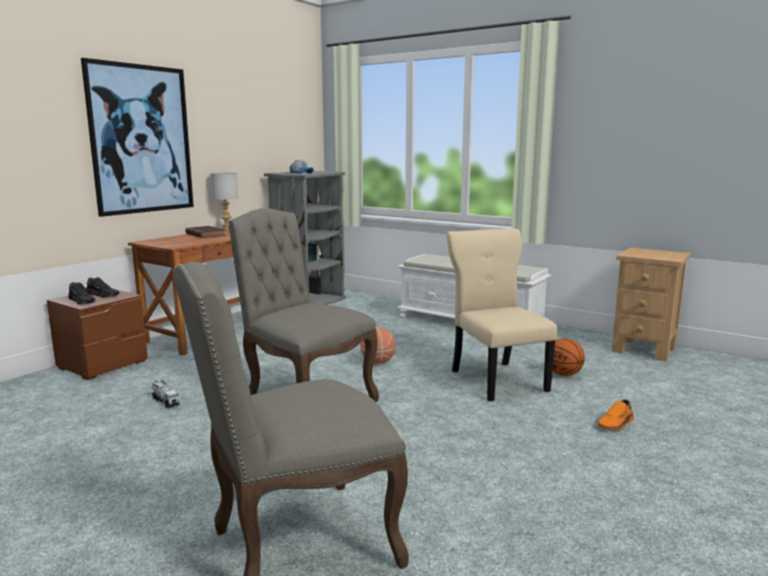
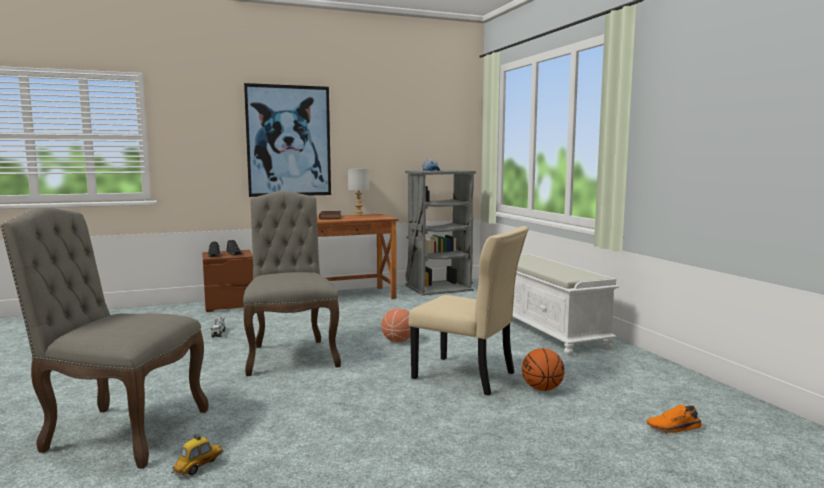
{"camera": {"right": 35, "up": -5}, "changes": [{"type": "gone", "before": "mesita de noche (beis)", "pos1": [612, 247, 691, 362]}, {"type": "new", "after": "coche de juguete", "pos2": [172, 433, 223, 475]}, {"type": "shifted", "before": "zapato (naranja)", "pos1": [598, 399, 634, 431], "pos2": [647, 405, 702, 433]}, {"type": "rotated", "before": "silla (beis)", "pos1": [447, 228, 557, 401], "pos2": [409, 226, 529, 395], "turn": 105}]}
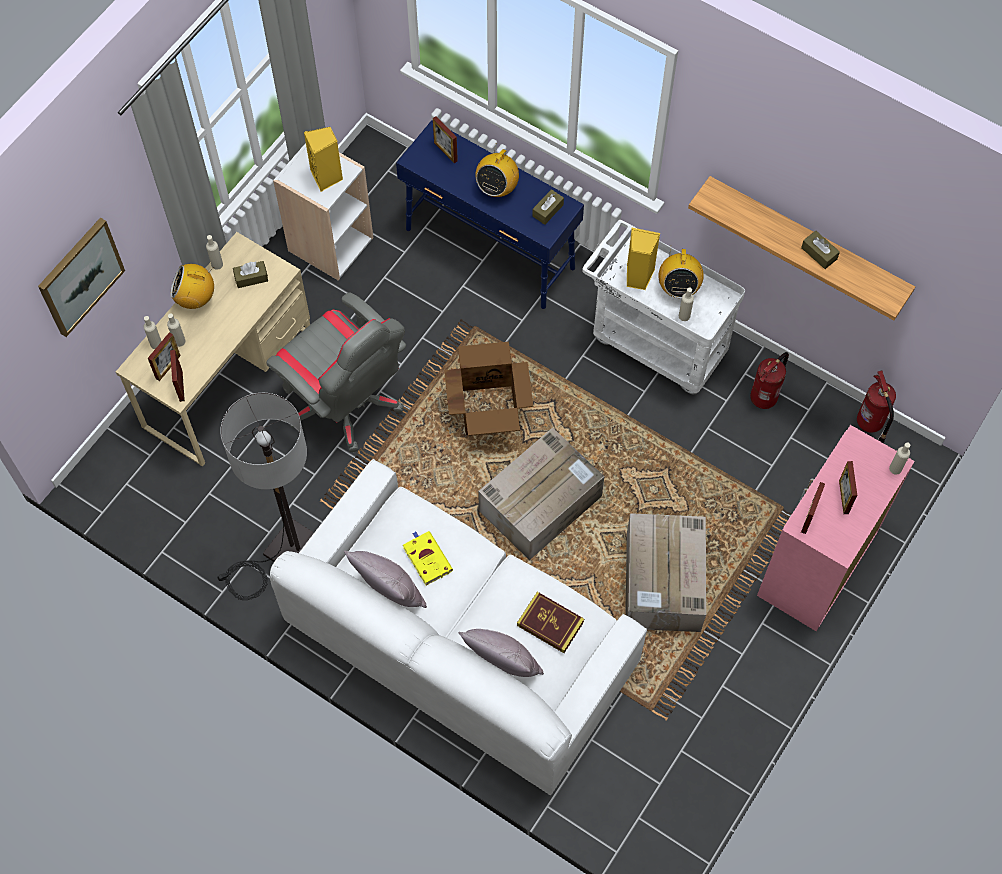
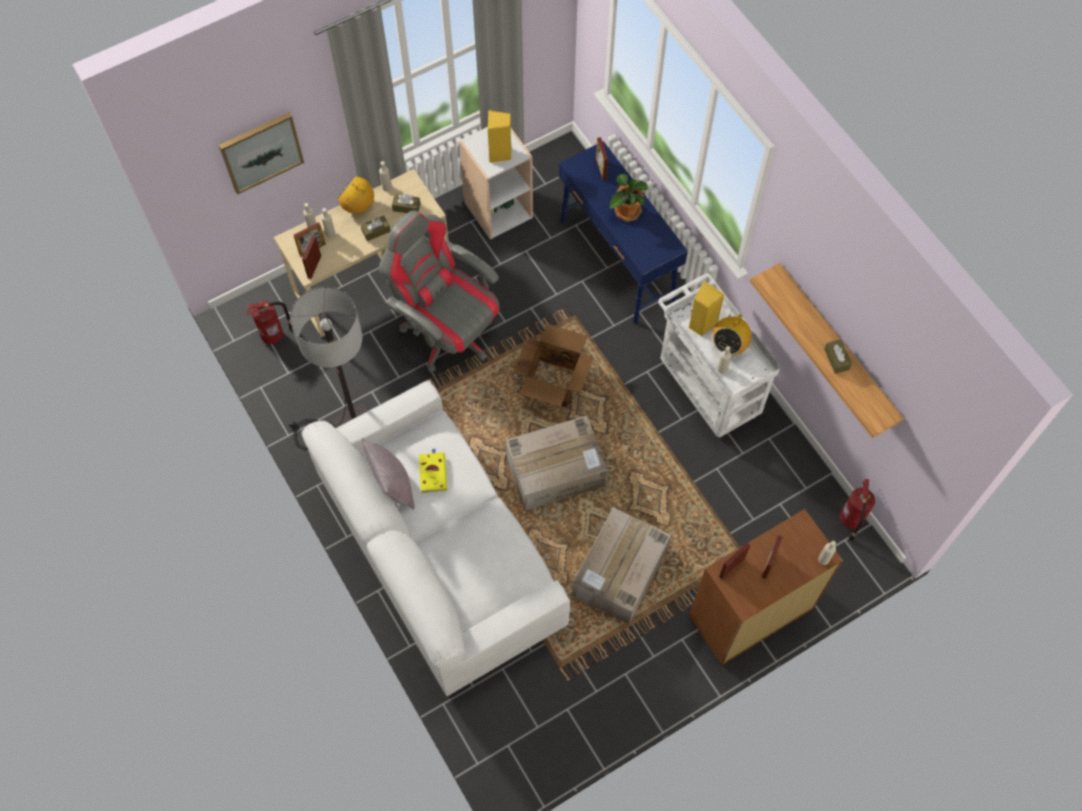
{"camera": {"right": 25, "up": 0}, "changes": [{"type": "gone", "before": "cojín (morado)", "pos1": [459, 629, 544, 677]}, {"type": "gone", "before": "libro", "pos1": [517, 592, 584, 653]}, {"type": "shifted", "before": "caja de pañuelos (marrón)", "pos1": [532, 189, 564, 225], "pos2": [361, 216, 391, 241]}, {"type": "shifted", "before": "extintor", "pos1": [750, 352, 789, 409], "pos2": [247, 301, 293, 344]}, {"type": "swapped", "before": "radio", "after": "planta en maceta", "pos1": [475, 143, 519, 197], "pos2": [610, 174, 649, 222]}, {"type": "repainted", "before": "armario (rosa)", "after": "armario (marrón)", "pos1": [757, 425, 915, 631], "pos2": [689, 509, 843, 665]}, {"type": "rotated", "before": "silla de oficina (gris)", "pos1": [266, 293, 406, 452], "pos2": [379, 210, 500, 372], "turn": 150}]}
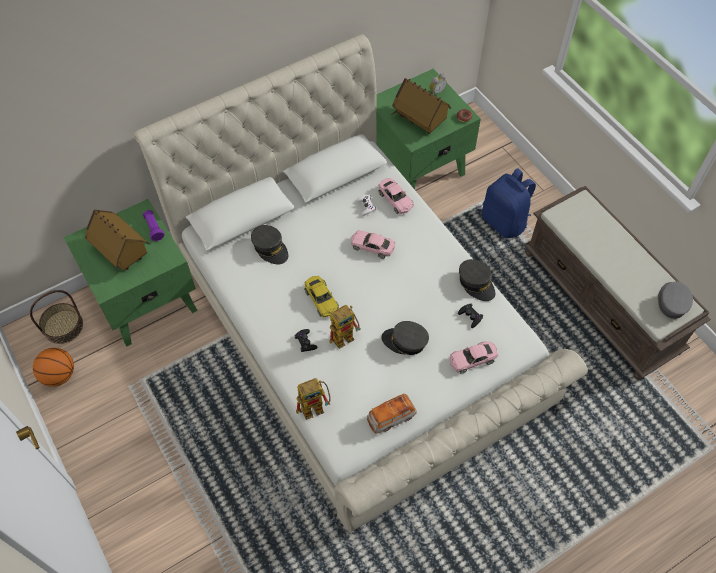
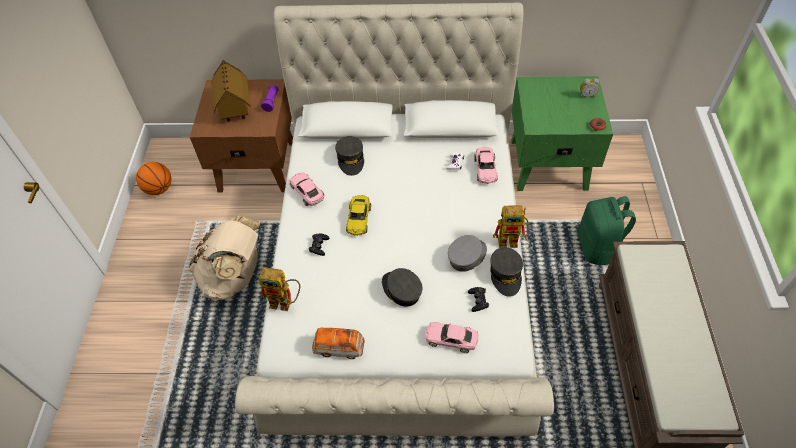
{"camera": {"right": 35, "up": -5}, "changes": [{"type": "gone", "before": "cesta", "pos1": [30, 290, 83, 344]}, {"type": "gone", "before": "casita", "pos1": [391, 78, 451, 134]}, {"type": "new", "after": "mochila (beis)", "pos2": [189, 216, 260, 300]}, {"type": "shifted", "before": "robot de juguete", "pos1": [329, 305, 361, 349], "pos2": [493, 205, 529, 248]}, {"type": "shifted", "before": "coche de juguete (rosa)", "pos1": [351, 230, 395, 259], "pos2": [289, 172, 324, 206]}, {"type": "shifted", "before": "gorra (gris)", "pos1": [658, 282, 693, 319], "pos2": [448, 235, 487, 272]}, {"type": "repainted", "before": "mesita de noche (verde)", "after": "mesita de noche (marrón)", "pos1": [63, 199, 198, 347], "pos2": [190, 79, 293, 192]}, {"type": "repainted", "before": "mochila (azul)", "after": "mochila (verde)", "pos1": [482, 168, 536, 238], "pos2": [578, 196, 636, 265]}]}
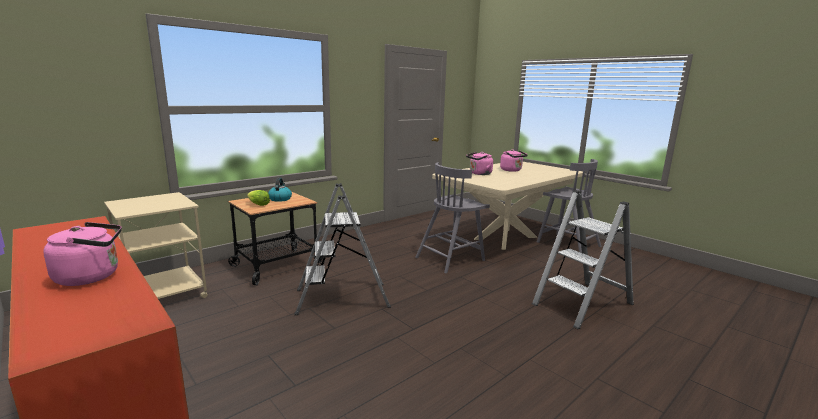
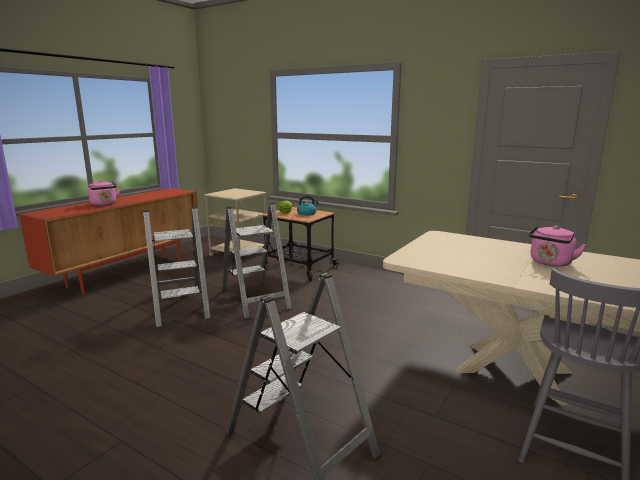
{"camera": {"right": 75, "up": 0}, "changes": [{"type": "gone", "before": "silla (gris)", "pos1": [415, 162, 490, 273]}, {"type": "gone", "before": "hervidor (rosa)", "pos1": [466, 152, 493, 175]}, {"type": "new", "after": "escalera de tijera (gris)", "pos2": [143, 206, 211, 328]}]}
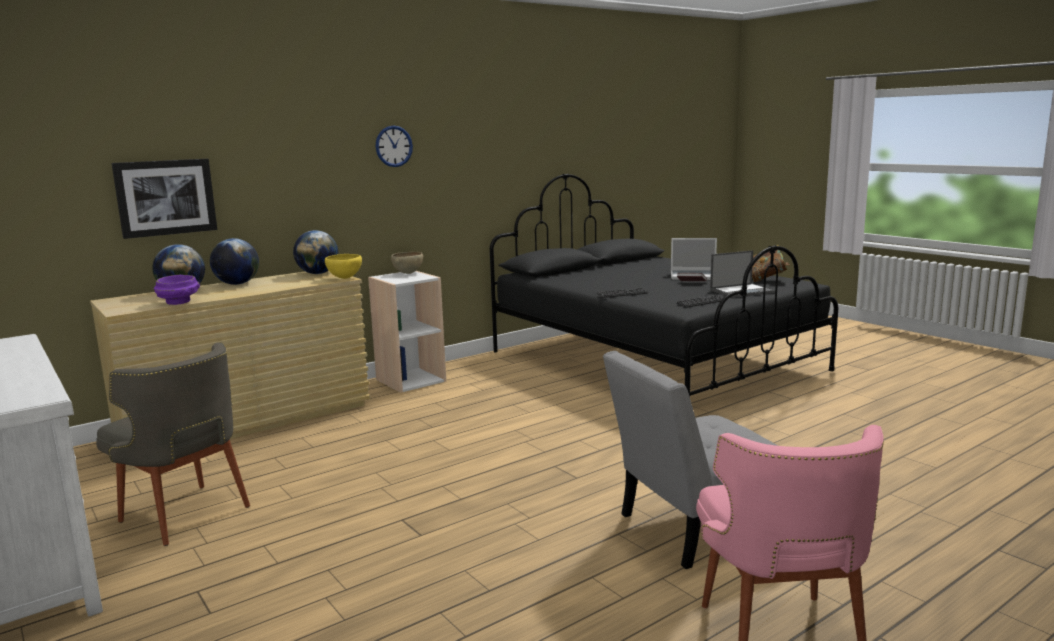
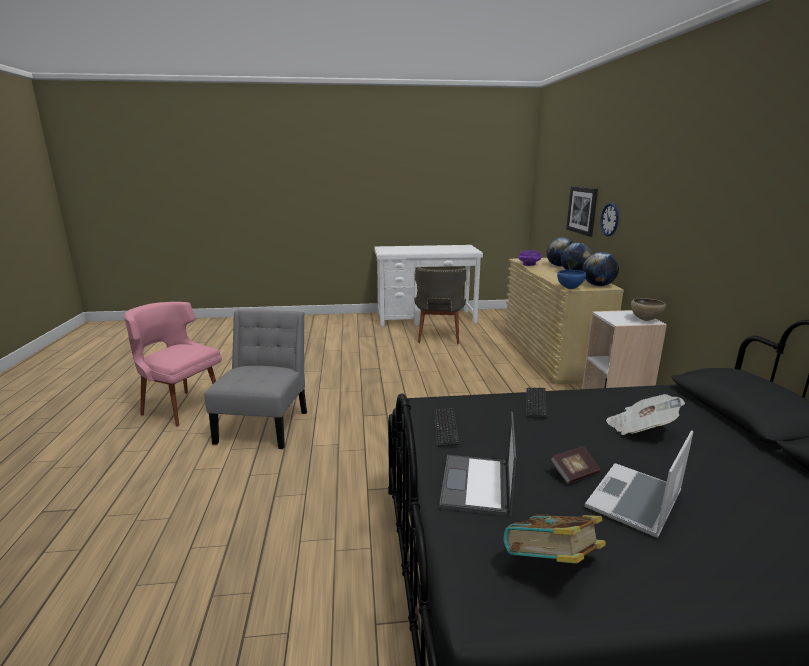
{"camera": {"right": 120, "up": 5}, "changes": [{"type": "new", "after": "periódico", "pos2": [606, 394, 685, 435]}, {"type": "shifted", "before": "reloj de pared", "pos1": [376, 126, 413, 167], "pos2": [601, 203, 619, 236]}, {"type": "repainted", "before": "cuenco (amarillo)", "after": "cuenco (azul)", "pos1": [325, 254, 362, 279], "pos2": [557, 270, 586, 289]}, {"type": "rotated", "before": "silla (gris)", "pos1": [96, 343, 250, 546], "pos2": [414, 267, 466, 344], "turn": -60}]}
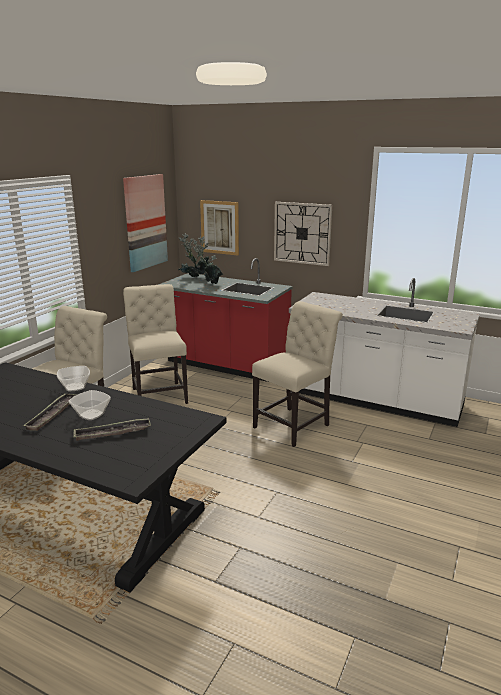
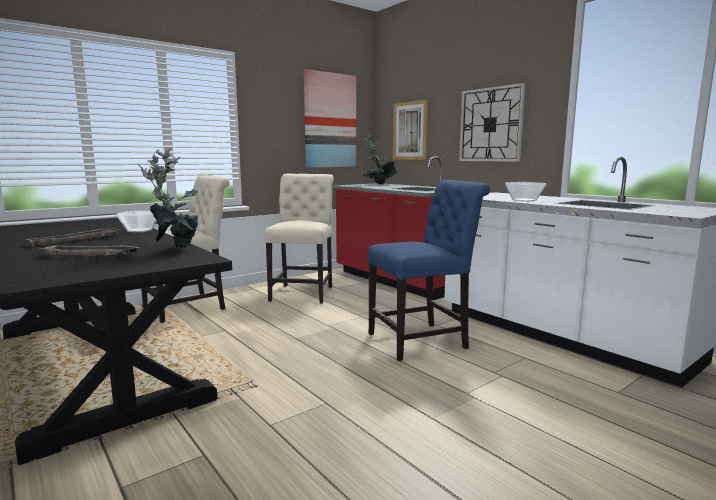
{"camera": {"right": 25, "up": -10}, "changes": [{"type": "shifted", "before": "cuenco", "pos1": [69, 390, 111, 420], "pos2": [505, 182, 546, 202]}, {"type": "shifted", "before": "planta en maceta", "pos1": [193, 236, 223, 284], "pos2": [138, 148, 198, 249]}, {"type": "repainted", "before": "silla (beis)", "after": "silla (azul)", "pos1": [252, 301, 343, 447], "pos2": [368, 179, 490, 361]}]}
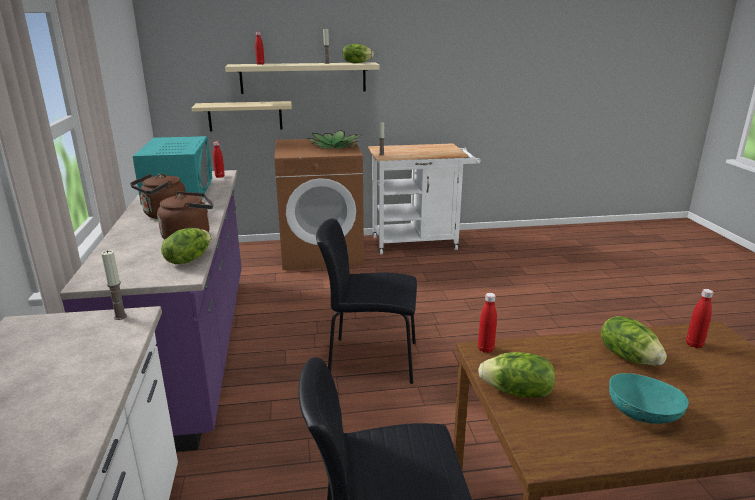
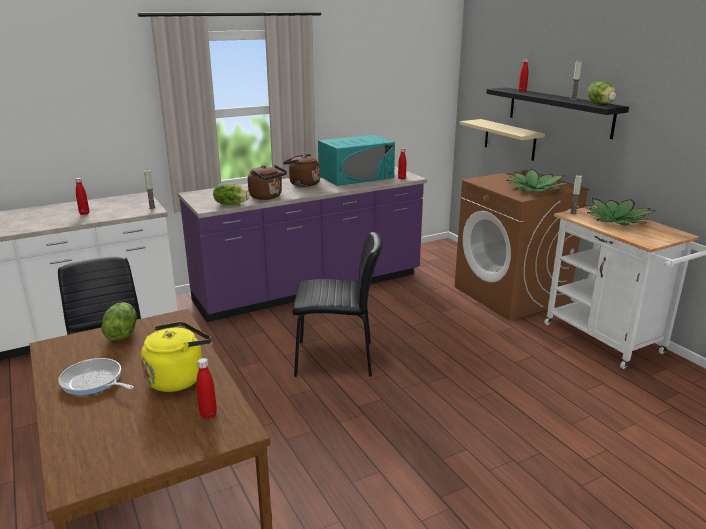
{"camera": {"right": 70, "up": 0}, "changes": [{"type": "new", "after": "planta en maceta", "pos2": [583, 198, 655, 226]}, {"type": "shifted", "before": "botella (rojo)", "pos1": [478, 293, 497, 353], "pos2": [75, 178, 89, 215]}, {"type": "swapped", "before": "lechuga", "after": "hervidor (amarillo)", "pos1": [601, 316, 667, 366], "pos2": [141, 321, 212, 392]}, {"type": "swapped", "before": "cuenco (turquesa)", "after": "sartén", "pos1": [609, 373, 689, 424], "pos2": [58, 358, 134, 395]}, {"type": "repainted", "before": "estante (beis)", "after": "estante (negro)", "pos1": [225, 62, 379, 94], "pos2": [486, 87, 629, 139]}, {"type": "rotated", "before": "silla (negro)", "pos1": [316, 219, 417, 384], "pos2": [292, 232, 383, 377], "turn": 105}]}
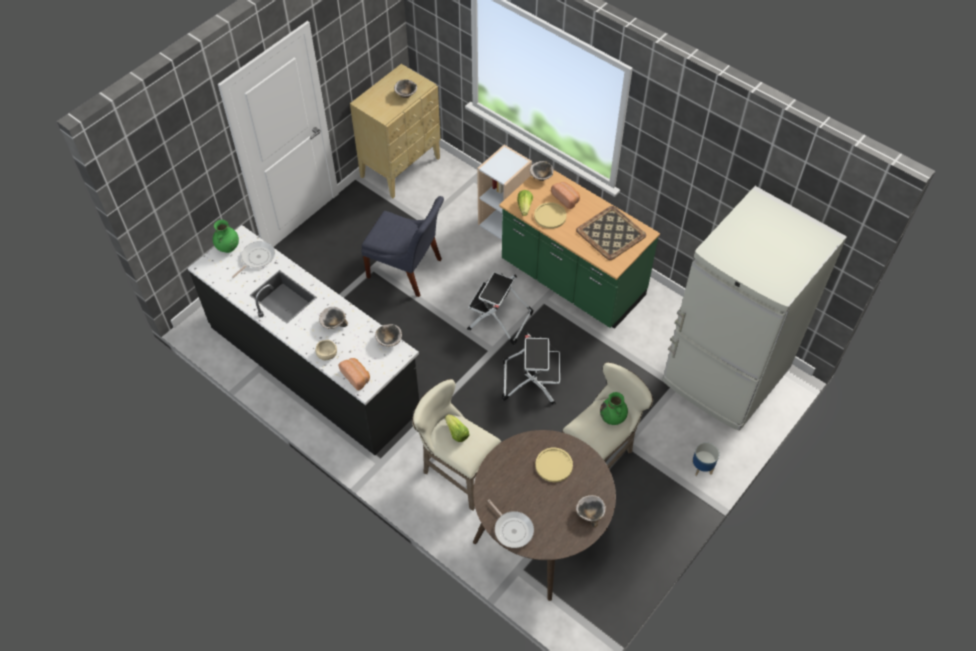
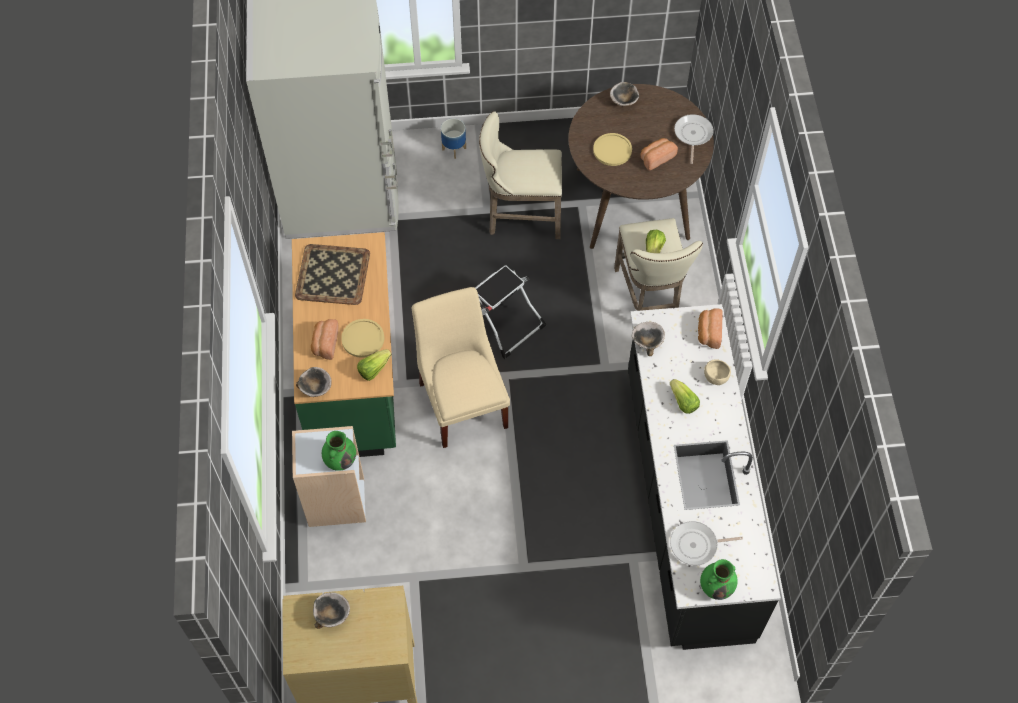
{"camera": {"right": -135, "up": 5}, "changes": [{"type": "gone", "before": "silla (azul)", "pos1": [361, 196, 444, 297]}, {"type": "new", "after": "pan", "pos2": [640, 138, 678, 170]}, {"type": "shifted", "before": "florero (verde)", "pos1": [600, 392, 628, 425], "pos2": [322, 431, 356, 471]}, {"type": "swapped", "before": "cuenco", "after": "lechuga", "pos1": [319, 307, 348, 329], "pos2": [670, 379, 700, 414]}, {"type": "swapped", "before": "escalera de tijera", "after": "silla (beis)", "pos1": [467, 272, 534, 345], "pos2": [412, 287, 510, 448]}]}
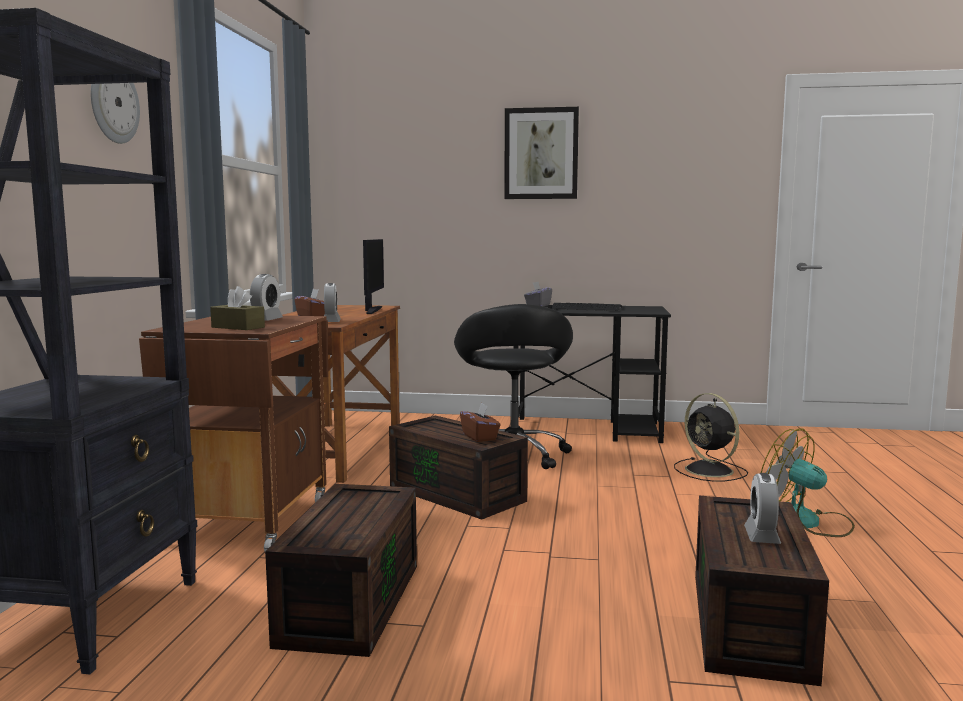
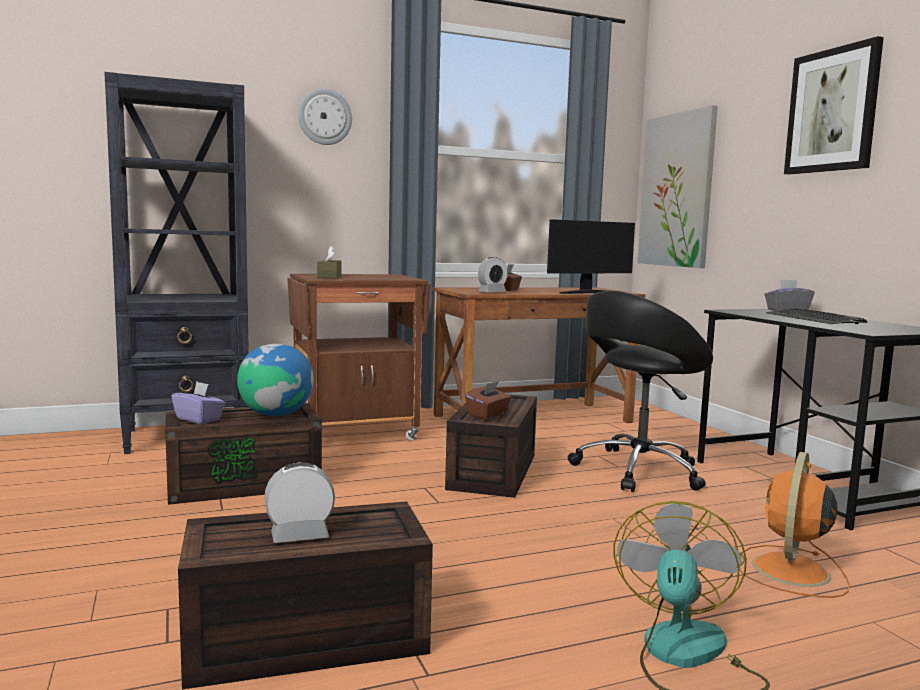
{"camera": {"right": 60, "up": 0}, "changes": [{"type": "gone", "before": "despertador", "pos1": [250, 274, 283, 321]}, {"type": "new", "after": "caja de pañuelos (morado)", "pos2": [171, 382, 225, 424]}, {"type": "new", "after": "globo terráqueo", "pos2": [237, 344, 314, 416]}, {"type": "new", "after": "cuadro", "pos2": [638, 105, 718, 268]}, {"type": "repainted", "before": "ventilador (negro)", "after": "ventilador (naranja)", "pos1": [674, 393, 748, 482], "pos2": [739, 452, 850, 598]}]}
